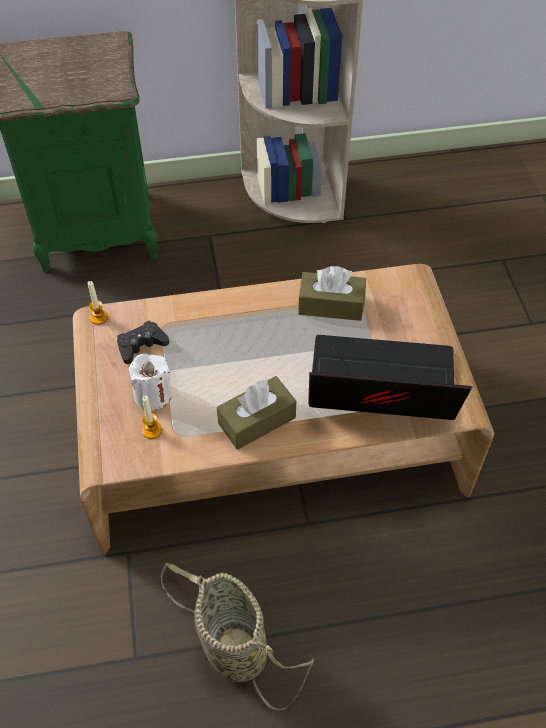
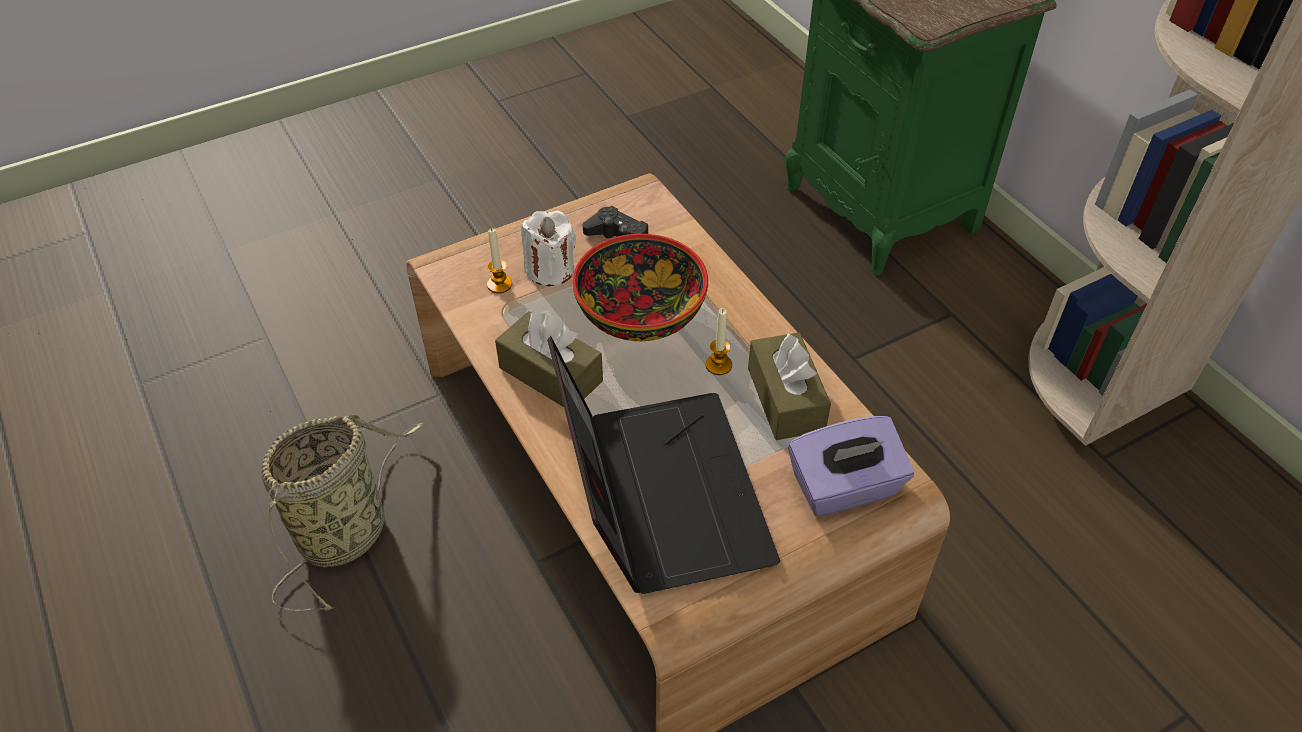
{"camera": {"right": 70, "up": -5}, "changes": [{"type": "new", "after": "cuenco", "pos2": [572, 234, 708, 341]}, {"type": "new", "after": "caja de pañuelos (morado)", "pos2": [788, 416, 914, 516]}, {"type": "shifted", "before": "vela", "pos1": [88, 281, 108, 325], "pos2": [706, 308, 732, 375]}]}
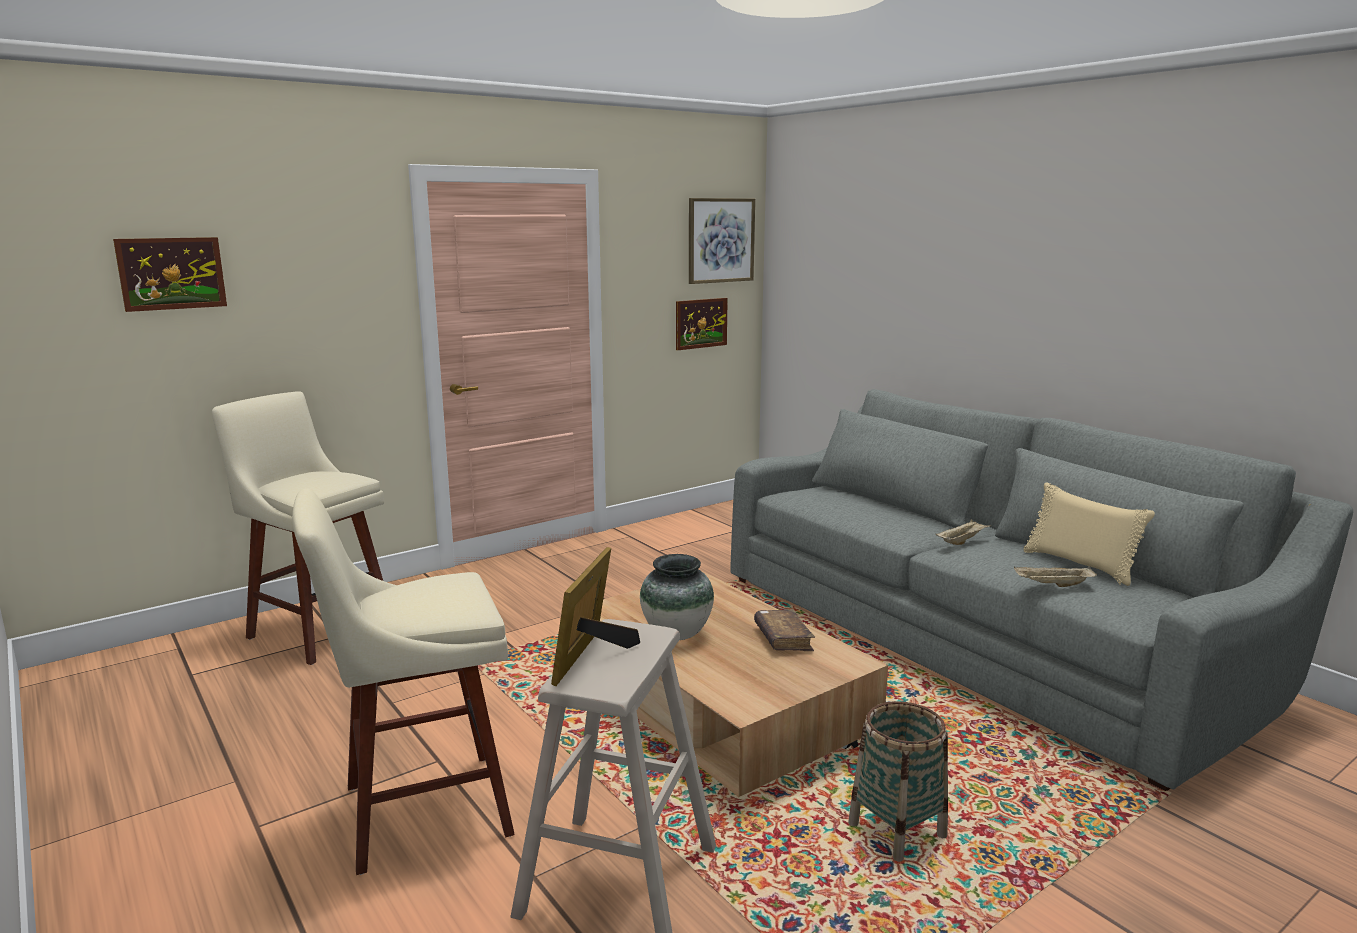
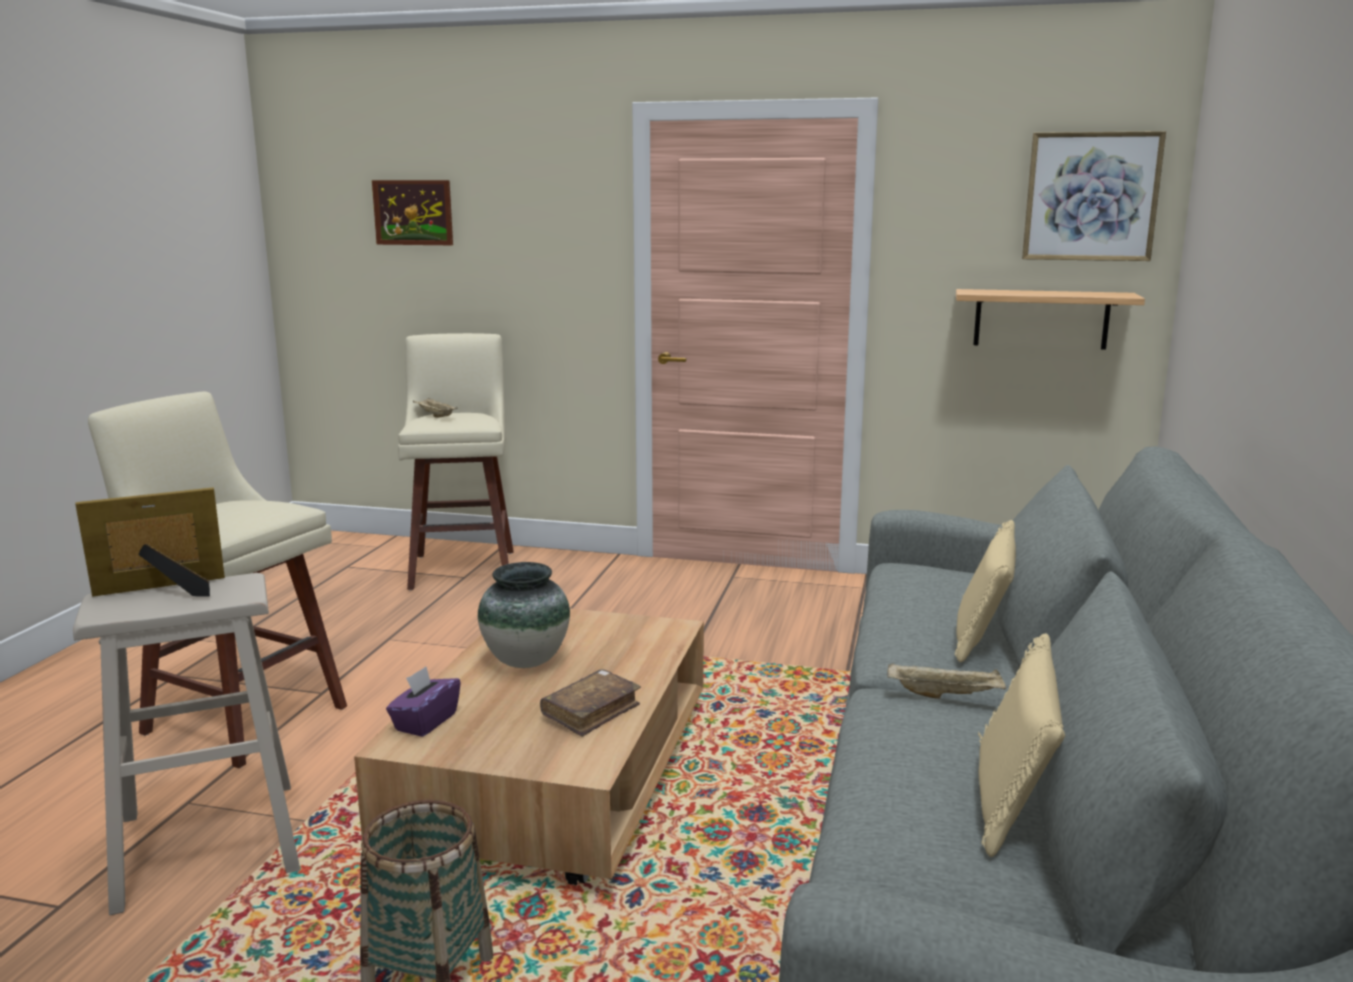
{"camera": {"right": 50, "up": 0}, "changes": [{"type": "new", "after": "caja de pañuelos (morado)", "pos2": [386, 666, 461, 737]}, {"type": "new", "after": "cojín (beis)", "pos2": [955, 520, 1016, 662]}, {"type": "shifted", "before": "bandeja (beis)", "pos1": [1014, 566, 1097, 587], "pos2": [413, 398, 458, 418]}, {"type": "swapped", "before": "cuadro", "after": "estante", "pos1": [676, 298, 728, 350], "pos2": [956, 289, 1145, 350]}]}
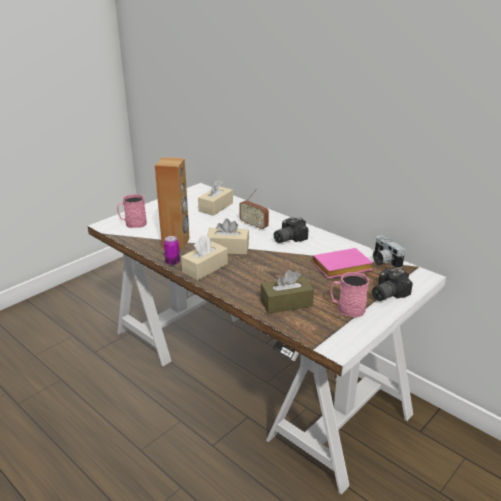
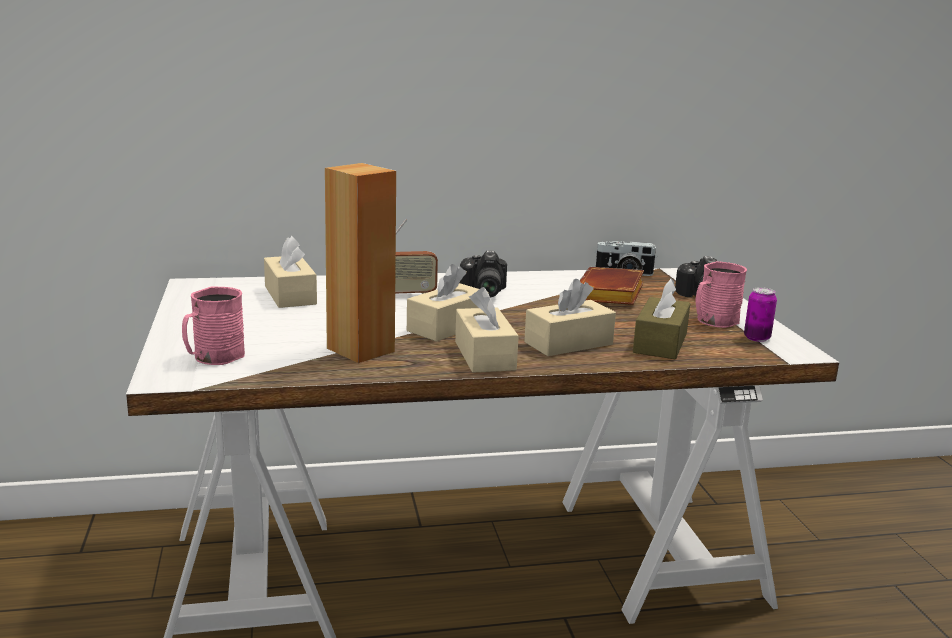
{"camera": {"right": -55, "up": -10}, "changes": [{"type": "new", "after": "caja de pañuelos (beis)", "pos2": [524, 279, 616, 356]}, {"type": "shifted", "before": "lata", "pos1": [164, 236, 180, 265], "pos2": [744, 287, 777, 342]}, {"type": "repainted", "before": "libro (rosa)", "after": "libro (marrón)", "pos1": [313, 248, 373, 278], "pos2": [580, 267, 644, 305]}]}
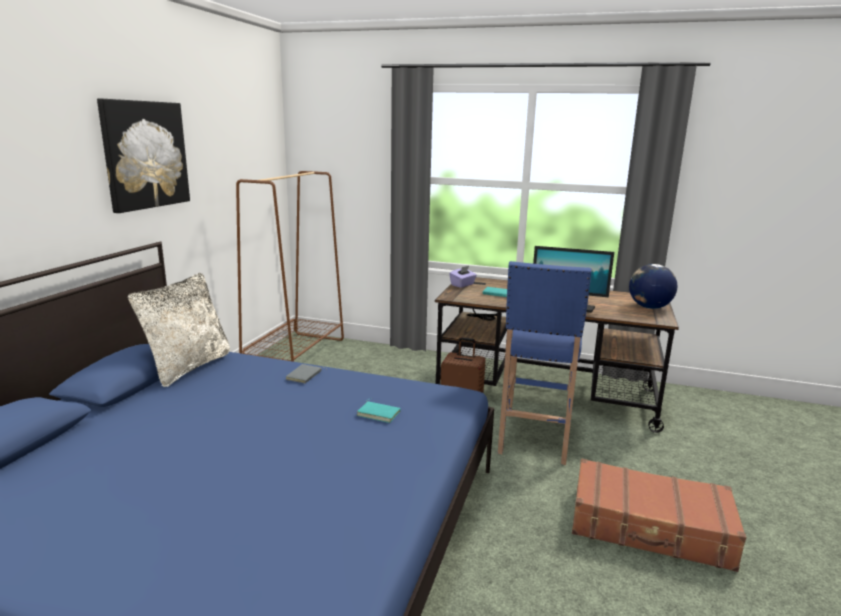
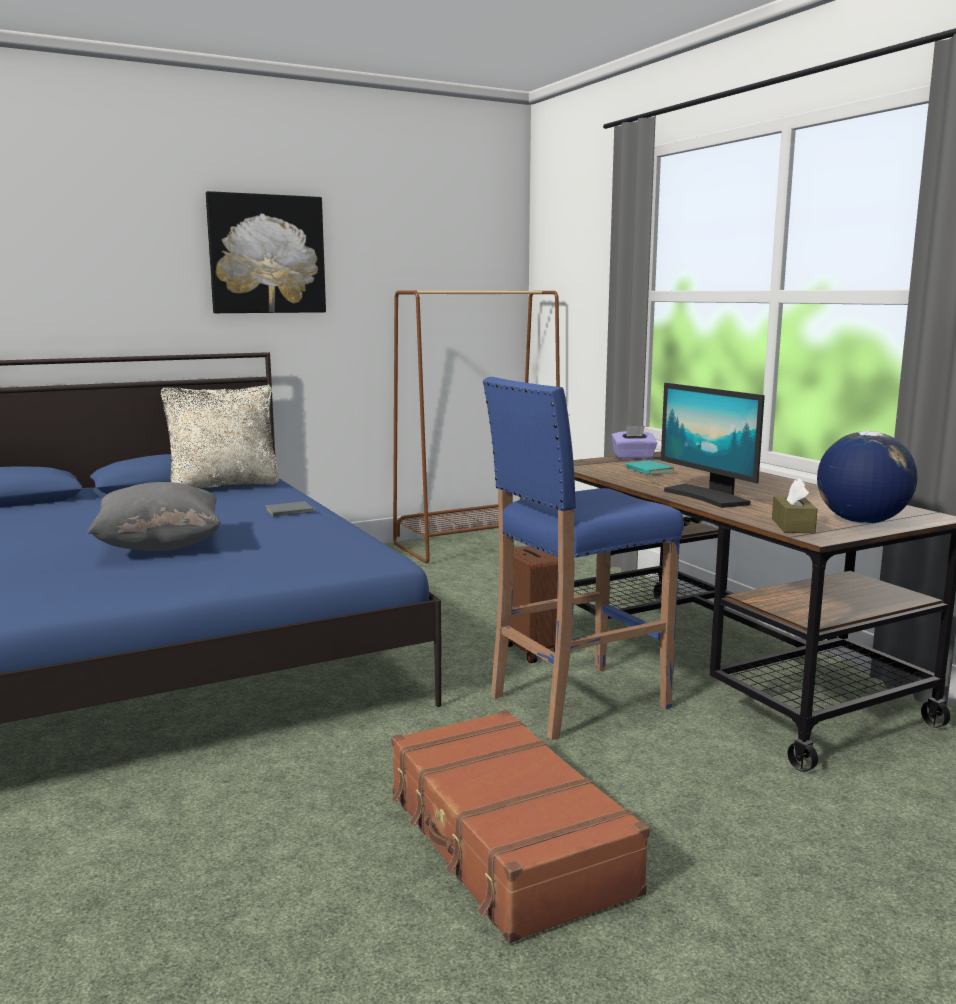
{"camera": {"right": 45, "up": -5}, "changes": [{"type": "gone", "before": "libro (turquesa)", "pos1": [357, 398, 401, 423]}, {"type": "new", "after": "cojín (gris)", "pos2": [87, 482, 221, 551]}, {"type": "new", "after": "caja de pañuelos (marrón)", "pos2": [772, 478, 818, 533]}]}
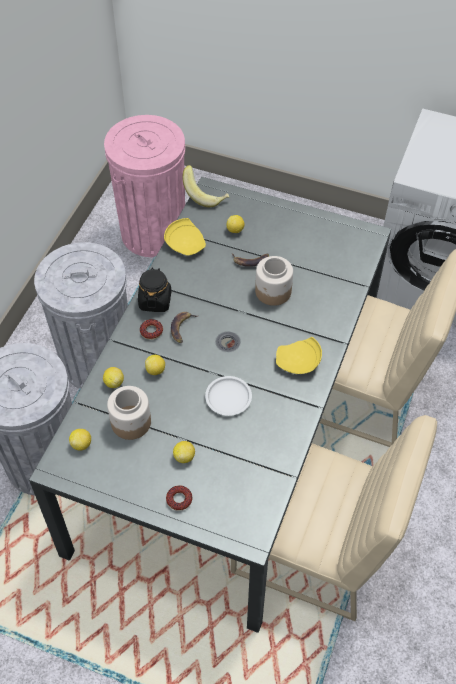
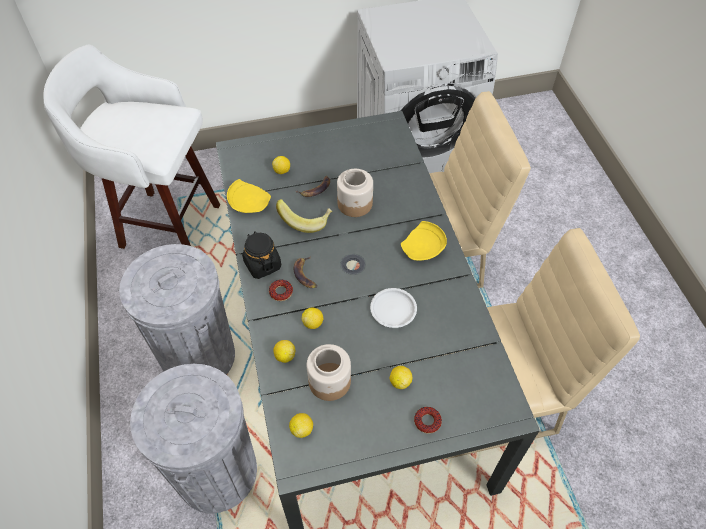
{"camera": {"right": -35, "up": 0}, "changes": [{"type": "shifted", "before": "plátano", "pos1": [182, 165, 229, 208], "pos2": [276, 199, 332, 233]}, {"type": "swapped", "before": "papelera (rosa)", "after": "taburete (blanco)", "pos1": [104, 115, 185, 257], "pos2": [43, 44, 220, 249]}]}
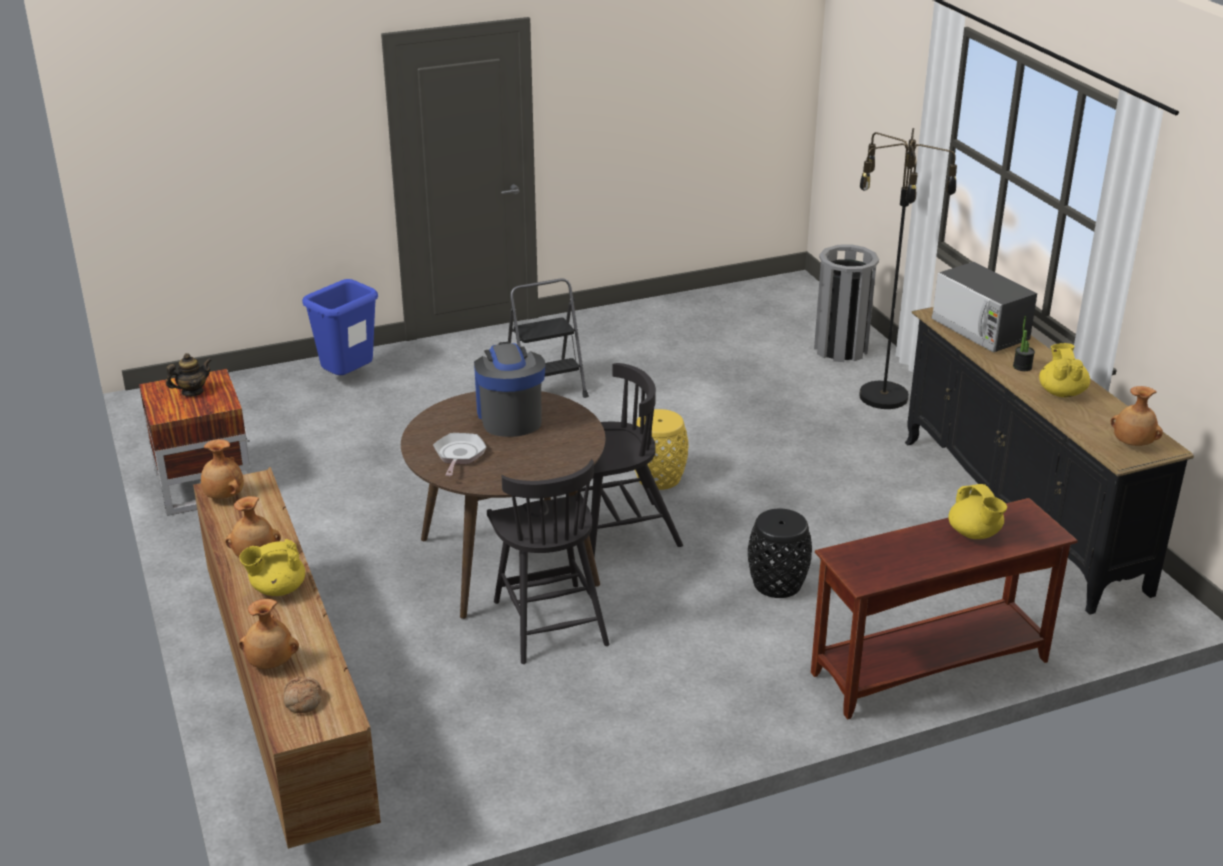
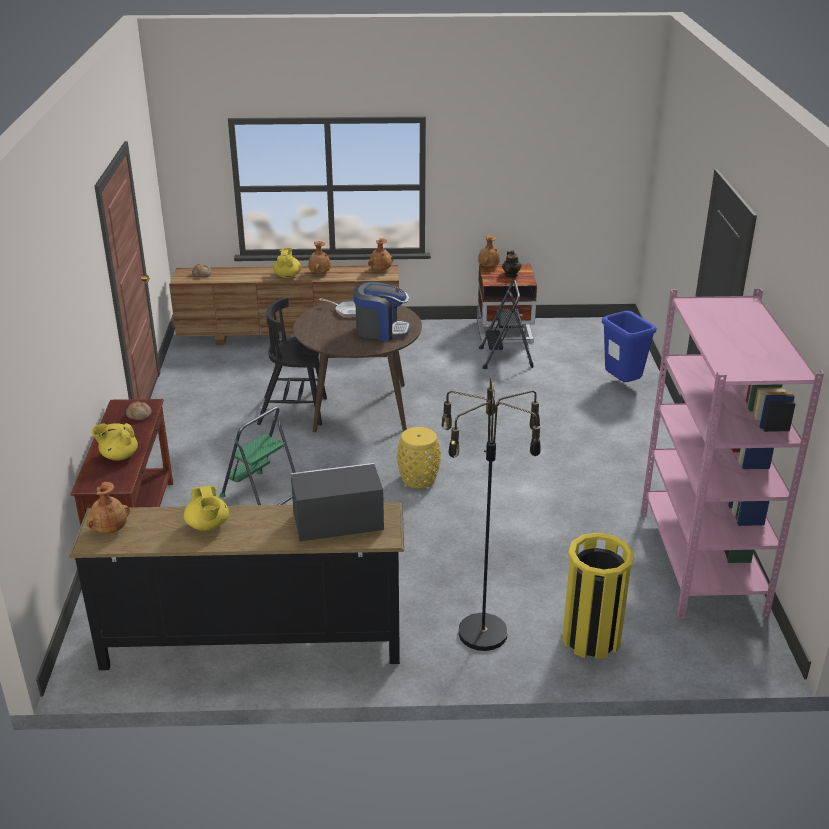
{"camera": {"right": 110, "up": 0}, "changes": [{"type": "gone", "before": "silla (negro)", "pos1": [581, 363, 683, 558]}, {"type": "gone", "before": "planta en maceta", "pos1": [1013, 316, 1035, 371]}, {"type": "new", "after": "pan", "pos2": [126, 401, 152, 420]}, {"type": "new", "after": "estantería (rosa)", "pos2": [641, 288, 824, 619]}, {"type": "shifted", "before": "florero (marrón)", "pos1": [239, 599, 299, 669], "pos2": [478, 236, 500, 267]}, {"type": "shifted", "before": "escalera de tijera (negro)", "pos1": [508, 278, 589, 398], "pos2": [479, 280, 534, 369]}, {"type": "swapped", "before": "taburete (negro)", "after": "escalera de tijera (verde)", "pos1": [748, 508, 812, 598], "pos2": [219, 407, 296, 505]}, {"type": "repainted", "before": "papelera (gris)", "after": "papelera (amarillo)", "pos1": [814, 244, 879, 362], "pos2": [562, 533, 634, 660]}, {"type": "rotated", "before": "tetera (amarillo)", "pos1": [1039, 343, 1090, 397], "pos2": [184, 486, 229, 531], "turn": 45}]}
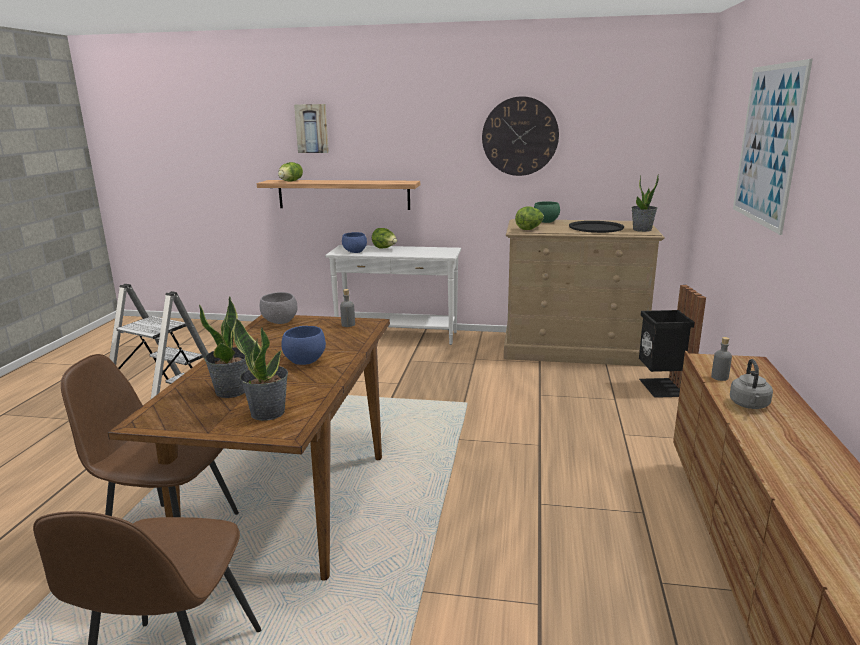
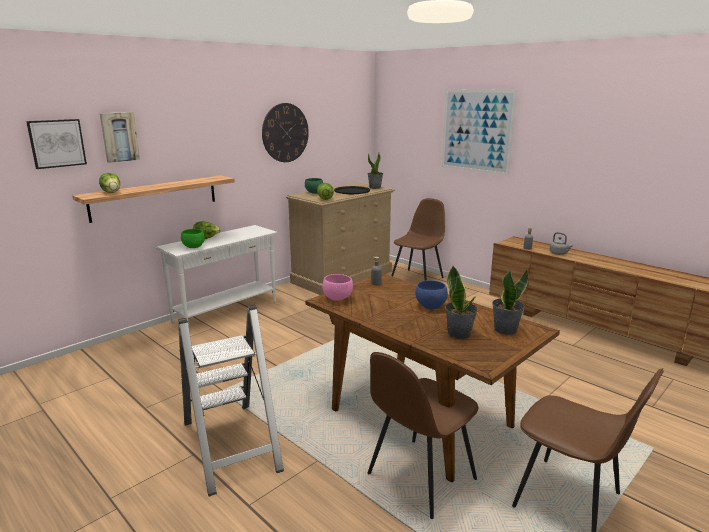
{"camera": {"right": -55, "up": 0}, "changes": [{"type": "new", "after": "cuadro", "pos2": [26, 119, 87, 169]}, {"type": "swapped", "before": "papelera (negro)", "after": "silla (marrón)", "pos1": [639, 285, 706, 398], "pos2": [391, 198, 445, 281]}, {"type": "repainted", "before": "cuenco (gris)", "after": "cuenco (rosa)", "pos1": [260, 292, 298, 324], "pos2": [322, 274, 353, 301]}, {"type": "repainted", "before": "cuenco (azul)", "after": "cuenco (verde)", "pos1": [342, 232, 367, 253], "pos2": [181, 229, 205, 248]}]}
